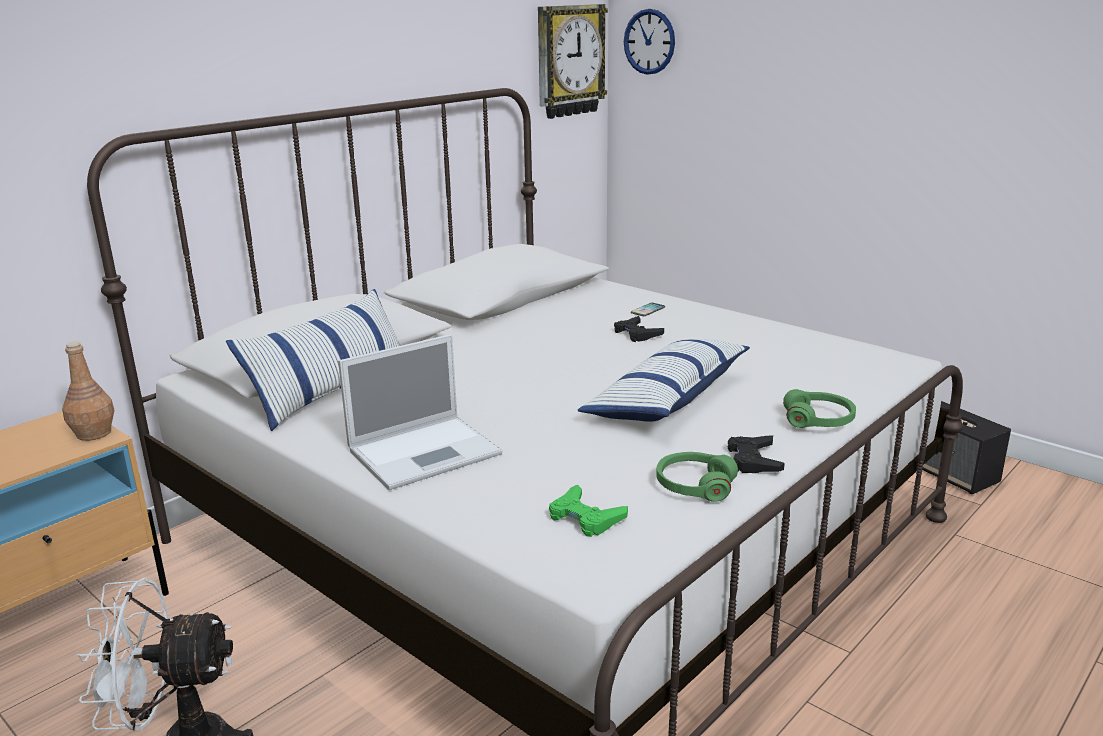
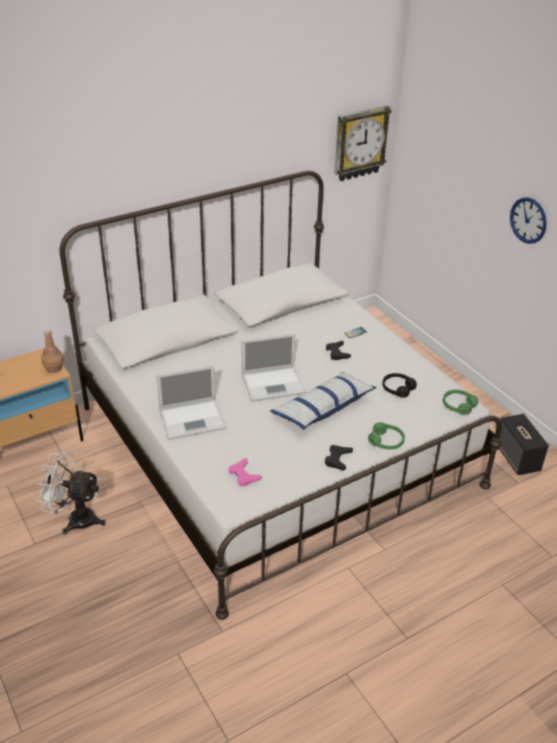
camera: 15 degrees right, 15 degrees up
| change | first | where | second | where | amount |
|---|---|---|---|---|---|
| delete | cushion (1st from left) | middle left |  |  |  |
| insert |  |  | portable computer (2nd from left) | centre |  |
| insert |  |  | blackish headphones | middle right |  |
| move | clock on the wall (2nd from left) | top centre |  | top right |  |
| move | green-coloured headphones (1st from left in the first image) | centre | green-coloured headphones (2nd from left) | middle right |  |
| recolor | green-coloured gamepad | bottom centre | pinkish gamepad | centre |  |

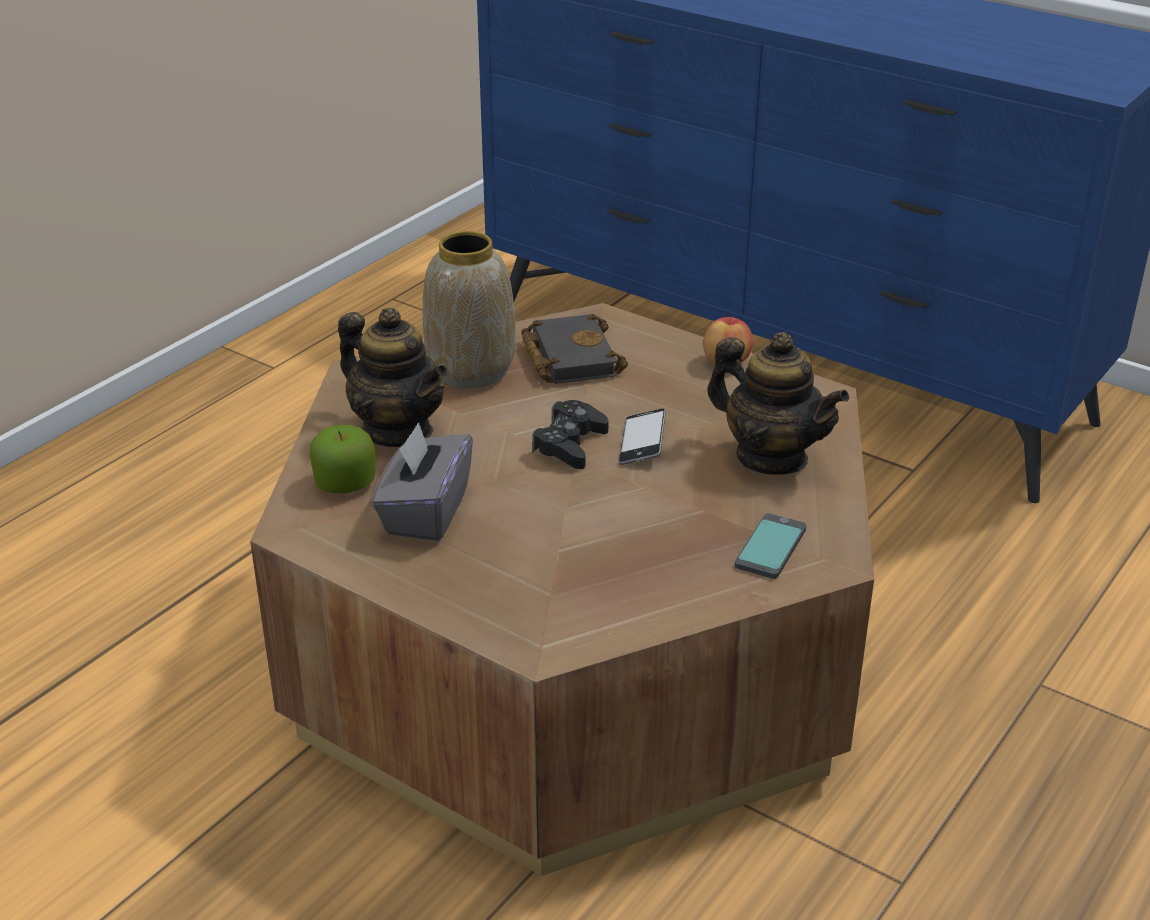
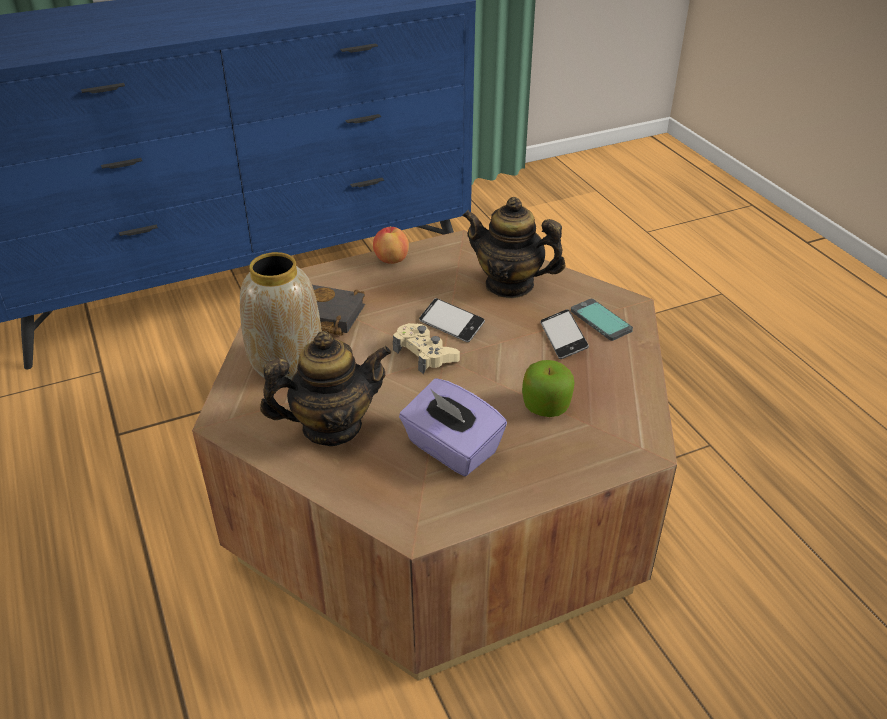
camera: 60 degrees left, 5 degrees up
| change | first | where | second | where | amount |
|---|---|---|---|---|---|
| insert |  |  | phone (2nd from left) | centre |  |
| move | apple fruit (1st from left in the first image) | middle left | apple fruit (2nd from left) | centre |  |
| recolor | grey tissue holder | centre | purple-coloured tissue holder | centre |  |
| recolor | blackish gamepad | centre | beige-coloured gamepad | centre |  |
| rotate | tea pot (2nd from left) | middle right |  | centre | 135 degrees counterclockwise |

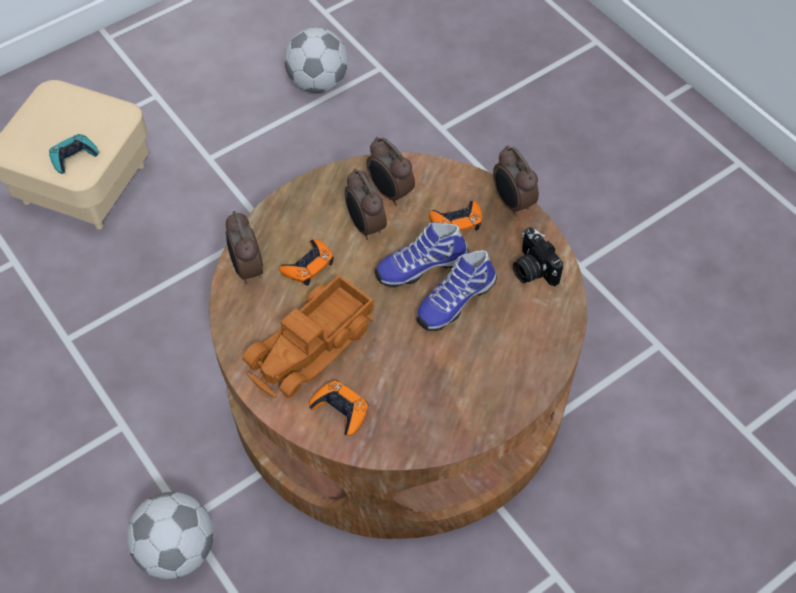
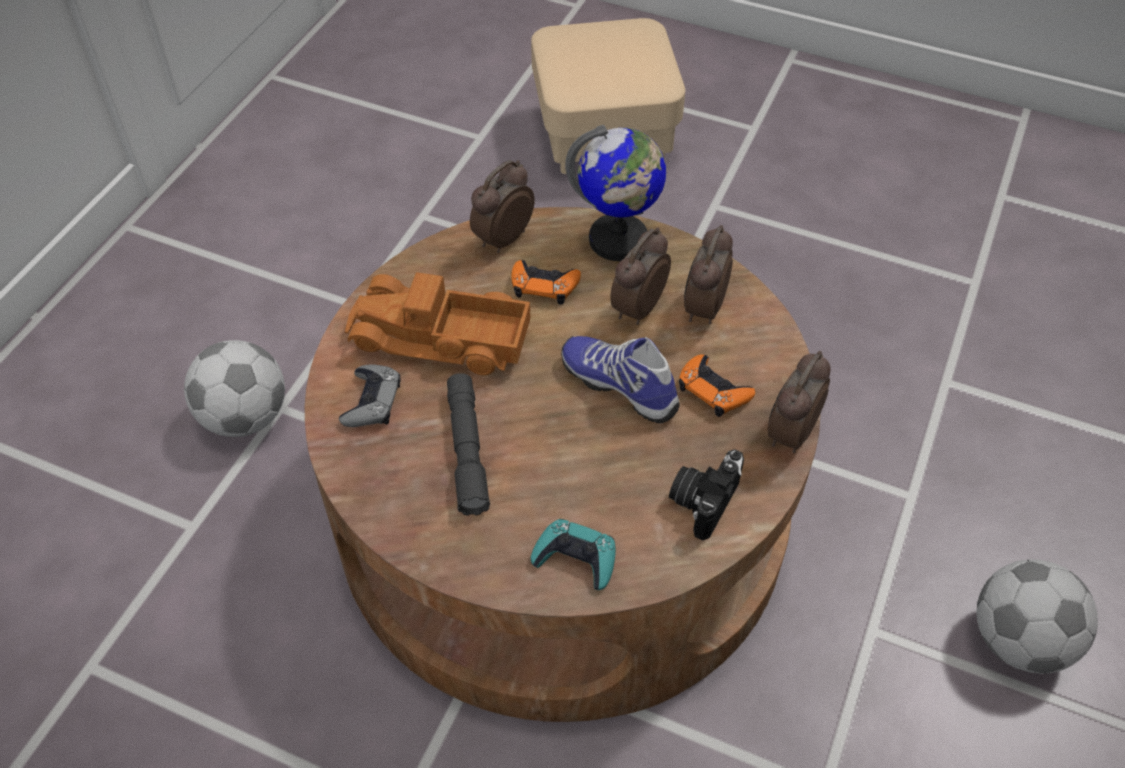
camera: 60 degrees right, 5 degrees down
| change | first | where | second | where | amount |
|---|---|---|---|---|---|
| delete | item of footwear (2nd from left) | centre |  |  |  |
| insert |  |  | grey hand torch | centre |  |
| insert |  |  | desk globe | top centre |  |
| move | turquoise-coloured gamepad | top left |  | bottom centre |  |
| move | football ball (2nd from left) | top centre |  | bottom right |  |
| recolor | orange gamepad (2nd from left) | bottom centre | grey gamepad | middle left |  |

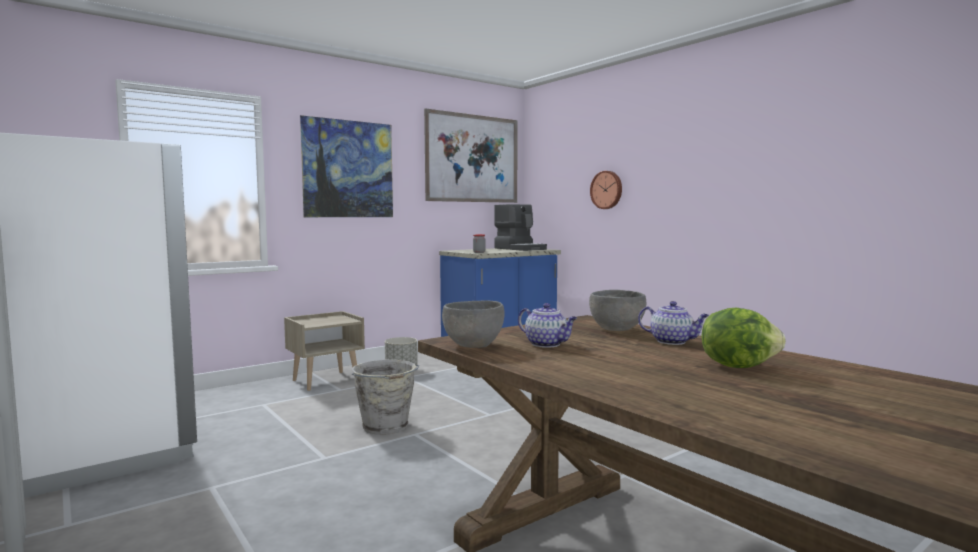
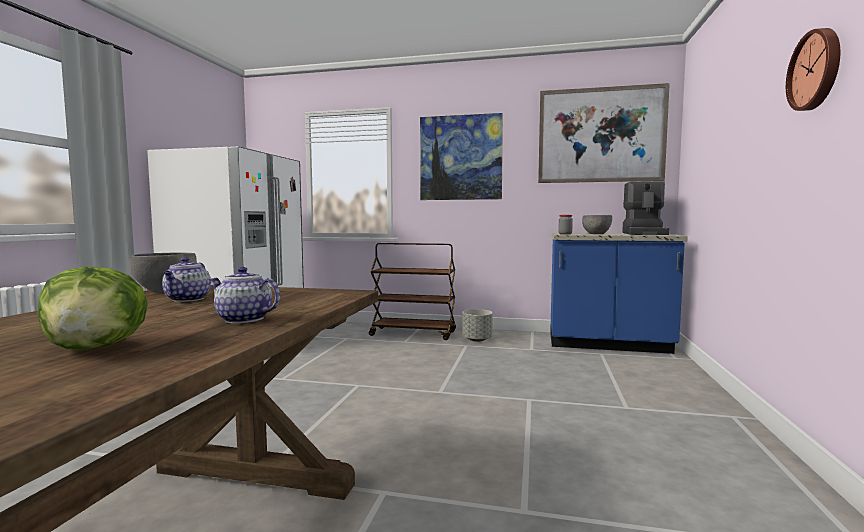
camera: 50 degrees right, 0 degrees up
| change | first | where | second | where | amount |
|---|---|---|---|---|---|
| delete | grey pail | bottom centre |  |  |  |
| move | grey deep dish (2nd from left) | centre |  | middle right |  |
| move | clock on the wall | centre |  | top right |  |
| replace | beige-coloured night table | middle left | brown-coloured cart | centre |  |
| rotate | tea pot (2nd from left) | middle right |  | middle left | 120 degrees clockwise |

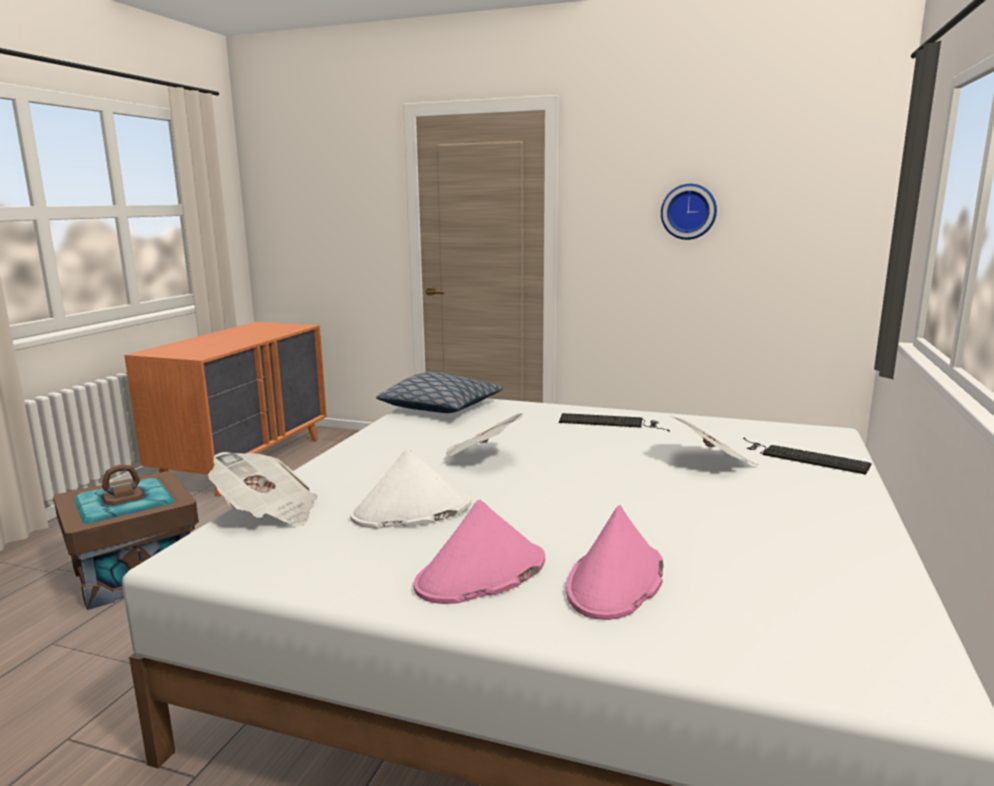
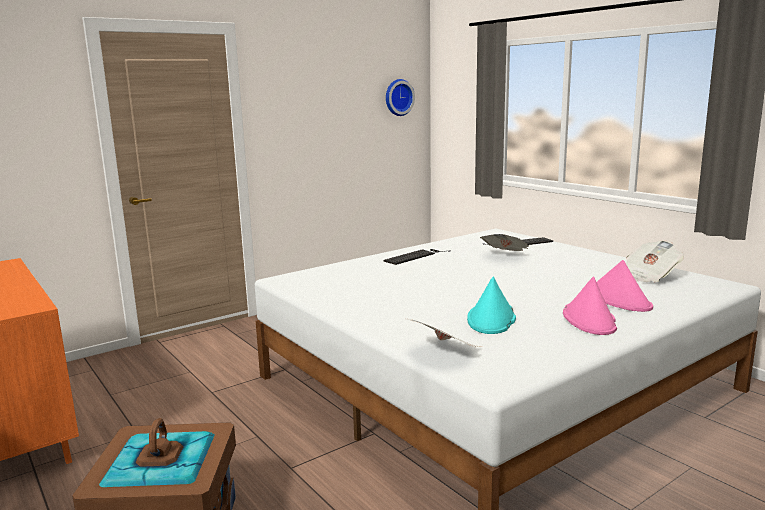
camera: 55 degrees left, 0 degrees up
| change | first | where | second | where | amount |
|---|---|---|---|---|---|
| delete | cushion | centre |  |  |  |
| move | daily paper (2nd from left in the first image) | centre | daily paper (3rd from left) | middle right |  |
| move | clock on the wall | top right |  | top centre |  |
| recolor | white-coloured hat | centre | turquoise-coloured hat | centre |  |

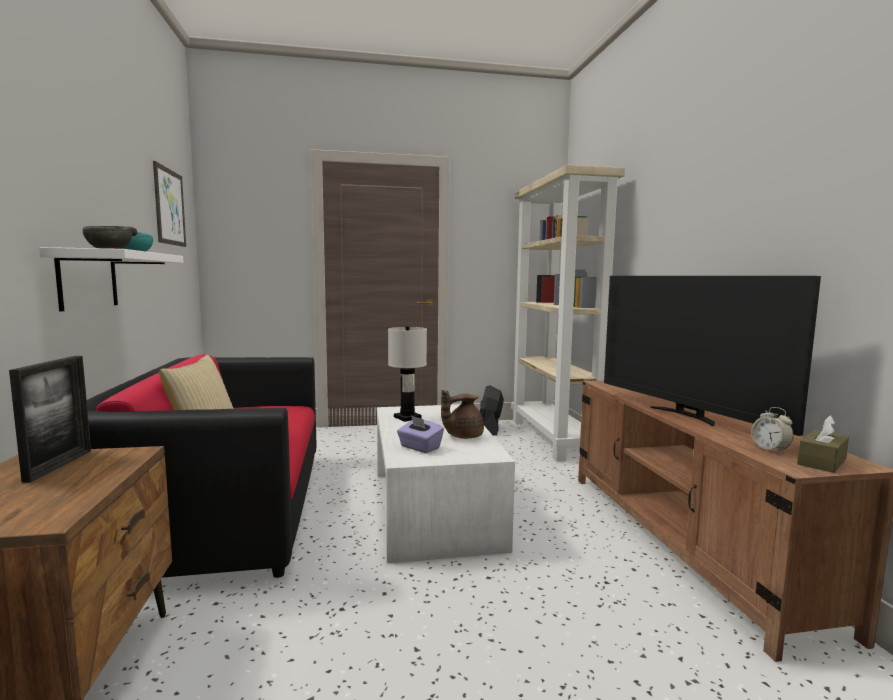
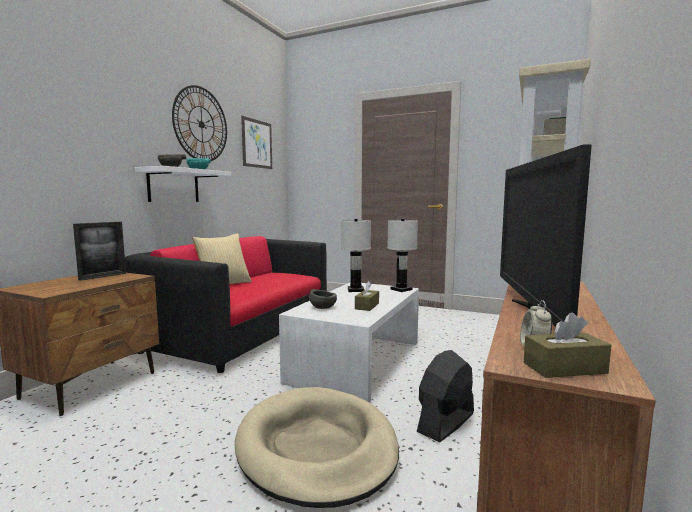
camera: 35 degrees right, 0 degrees up
| change | first | where | second | where | amount |
|---|---|---|---|---|---|
| insert |  |  | clock on the wall | top left |  |
| insert |  |  | beige-coloured dog bed | bottom centre |  |
| insert |  |  | white-coloured table lamp (2nd from left) | centre |  |
| move | blackish electric fan | centre |  | bottom centre |  |
| replace | purple-coloured tissue holder | centre | grey deep dish (2nd from left) | centre |  |
| replace | brown-coloured tea pot | centre | brown-coloured tissue holder (1st from left) | centre |  |

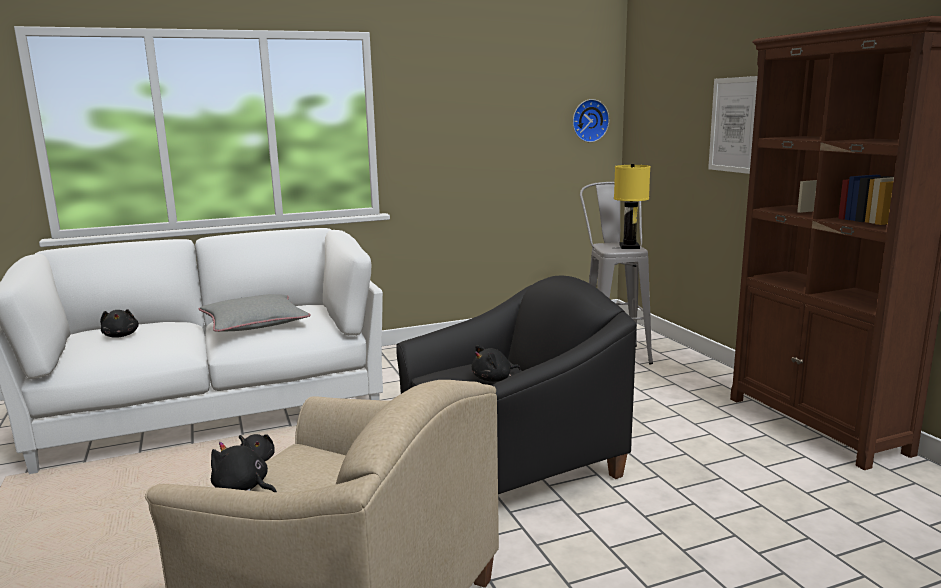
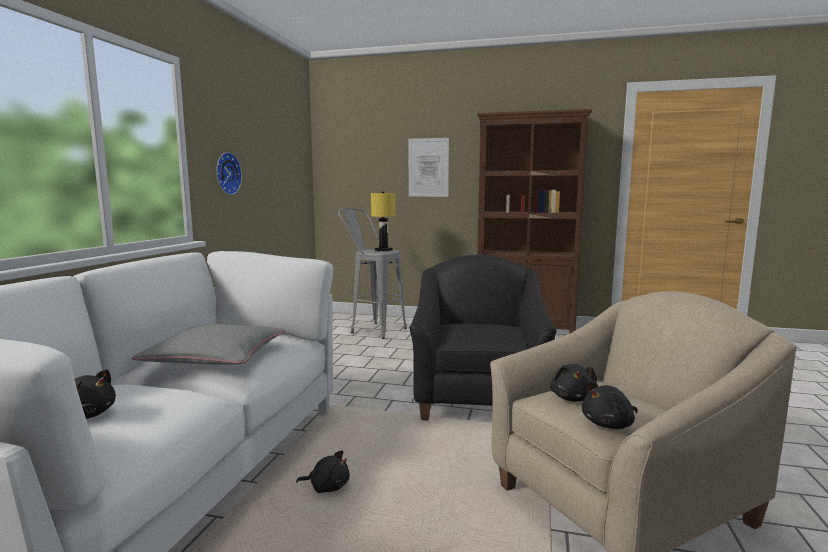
camera: 55 degrees left, 5 degrees down
| change | first | where | second | where | amount |
|---|---|---|---|---|---|
| move | blackish cuddly toy (4th from left in the first image) | centre | blackish cuddly toy (3rd from left) | bottom right |  |
| move | clock on the wall | top centre |  | top left |  |

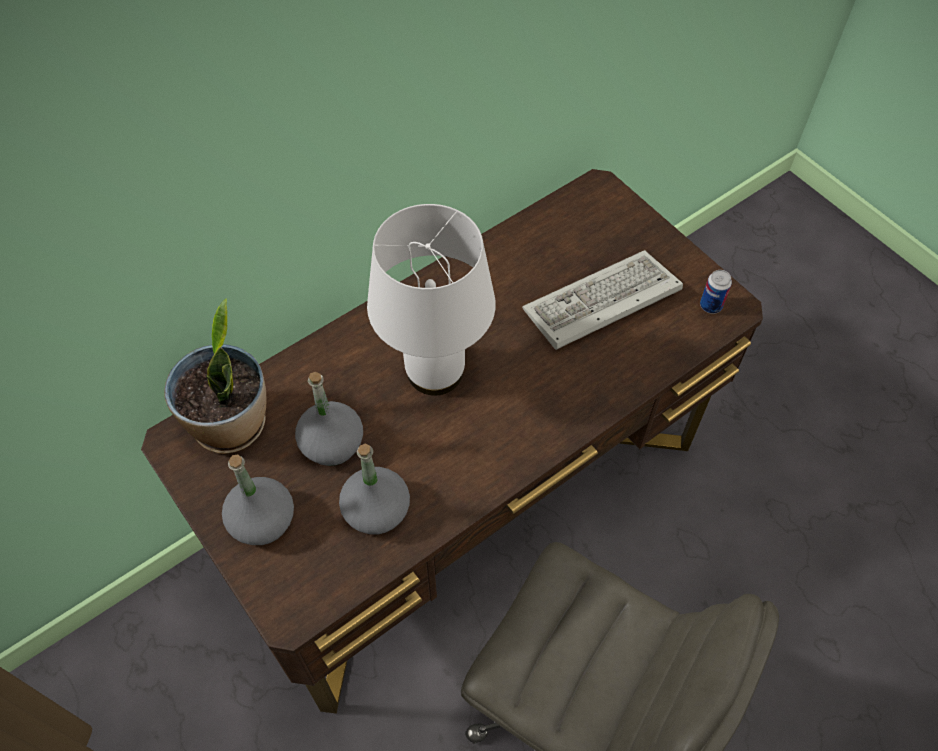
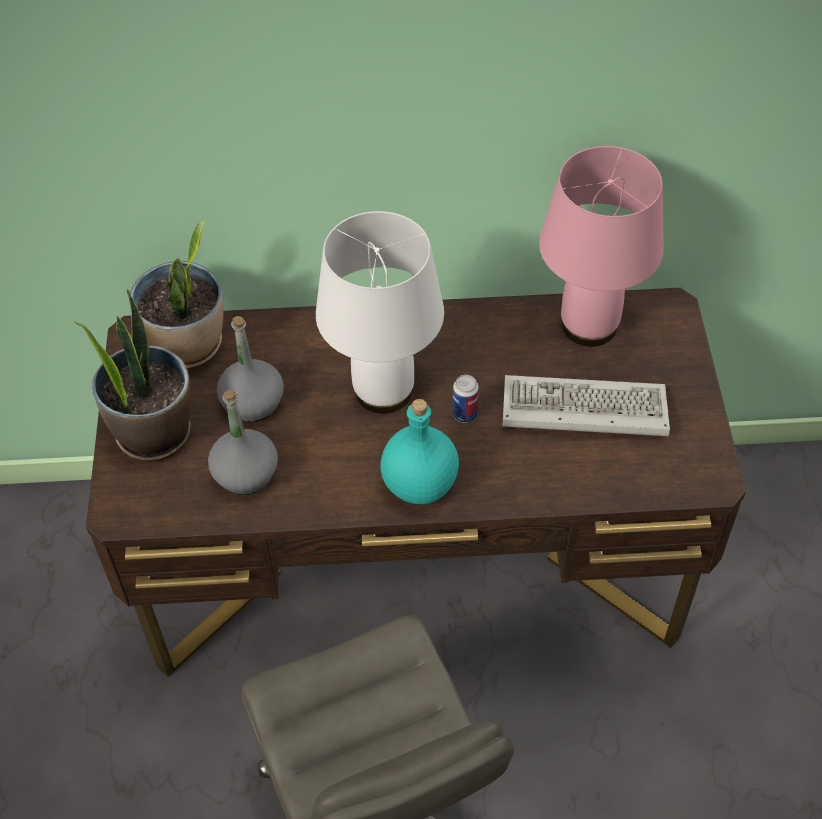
camera: 35 degrees right, 5 degrees down
| change | first | where | second | where | amount |
|---|---|---|---|---|---|
| insert |  |  | turquoise-coloured drink bottle | centre |  |
| insert |  |  | pinkish table lamp | top right |  |
| move | can | middle right |  | centre |  |
| replace | grey drink bottle (1st from left) | middle left | plant in a pot (1st from left) | middle left |  |

